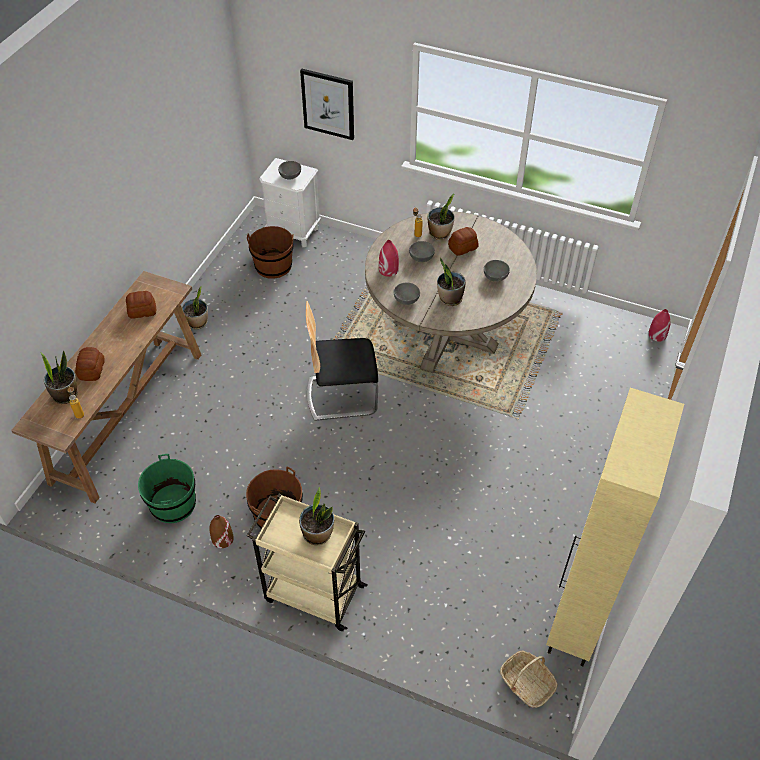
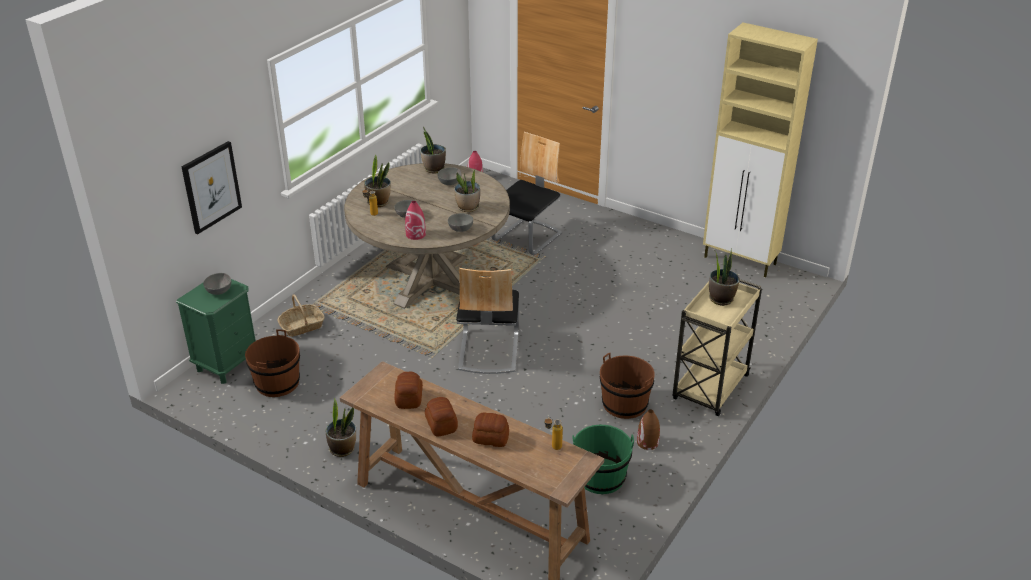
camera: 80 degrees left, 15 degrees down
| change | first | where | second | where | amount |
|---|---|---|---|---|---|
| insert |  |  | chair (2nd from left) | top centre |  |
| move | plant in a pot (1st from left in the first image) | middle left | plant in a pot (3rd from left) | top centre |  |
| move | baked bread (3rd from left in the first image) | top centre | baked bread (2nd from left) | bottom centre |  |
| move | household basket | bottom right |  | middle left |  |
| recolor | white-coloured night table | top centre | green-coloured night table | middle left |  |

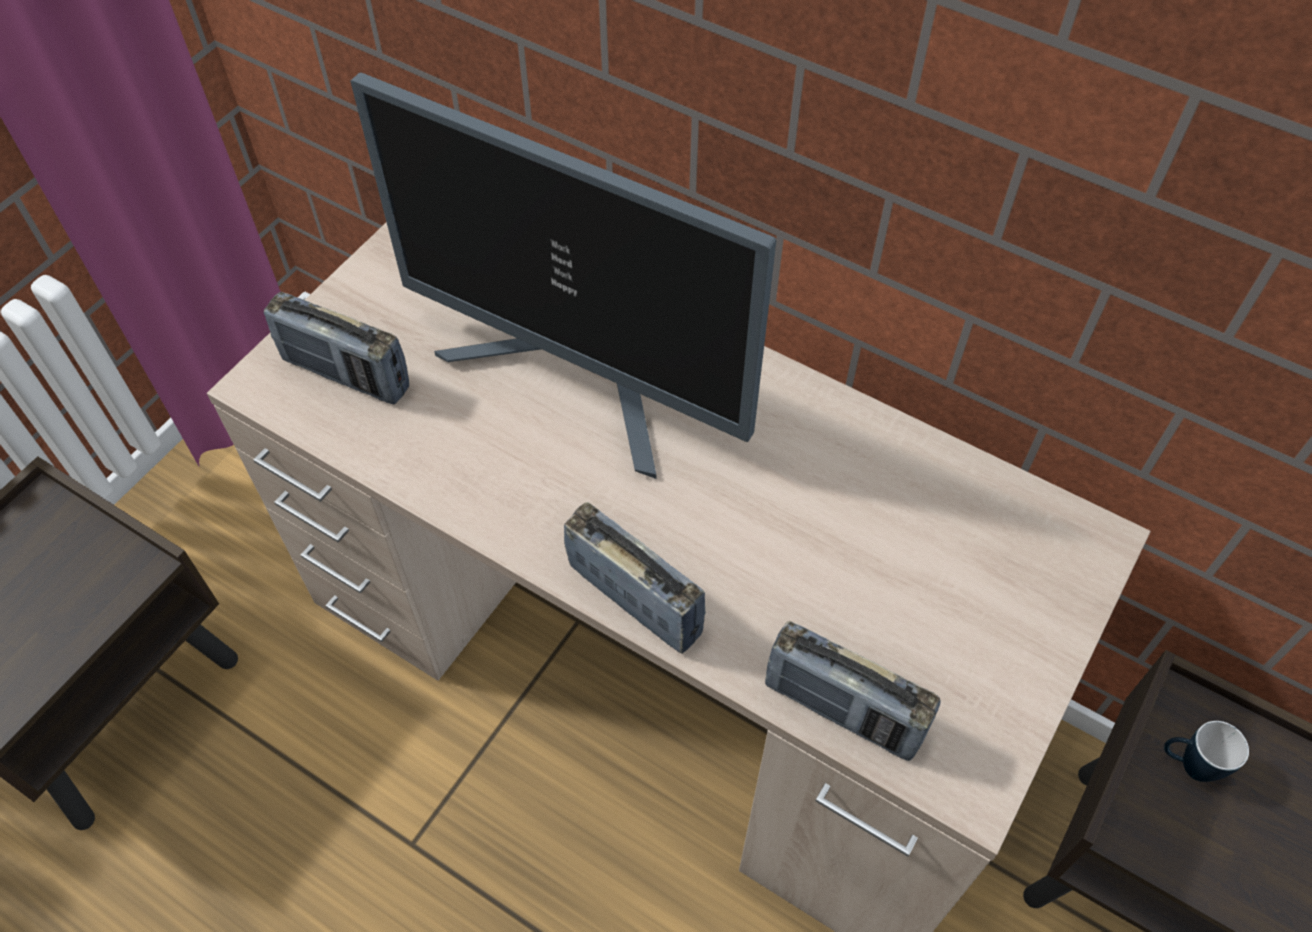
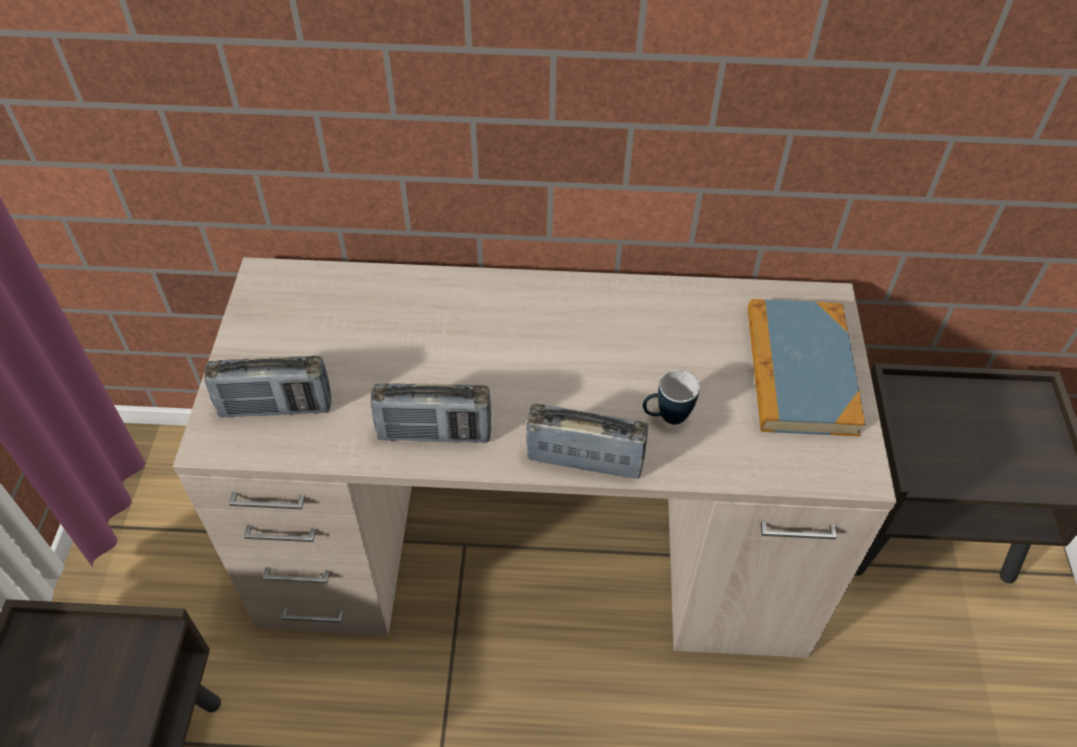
camera: 30 degrees left, 5 degrees down
| change | first | where | second | where | amount |
|---|---|---|---|---|---|
| delete | monitor | top centre |  |  |  |
| insert |  |  | volume | middle right |  |
| move | radio set (3rd from left in the first image) | bottom centre | radio set (2nd from left) | centre |  |
| move | mug | bottom right |  | centre |  |

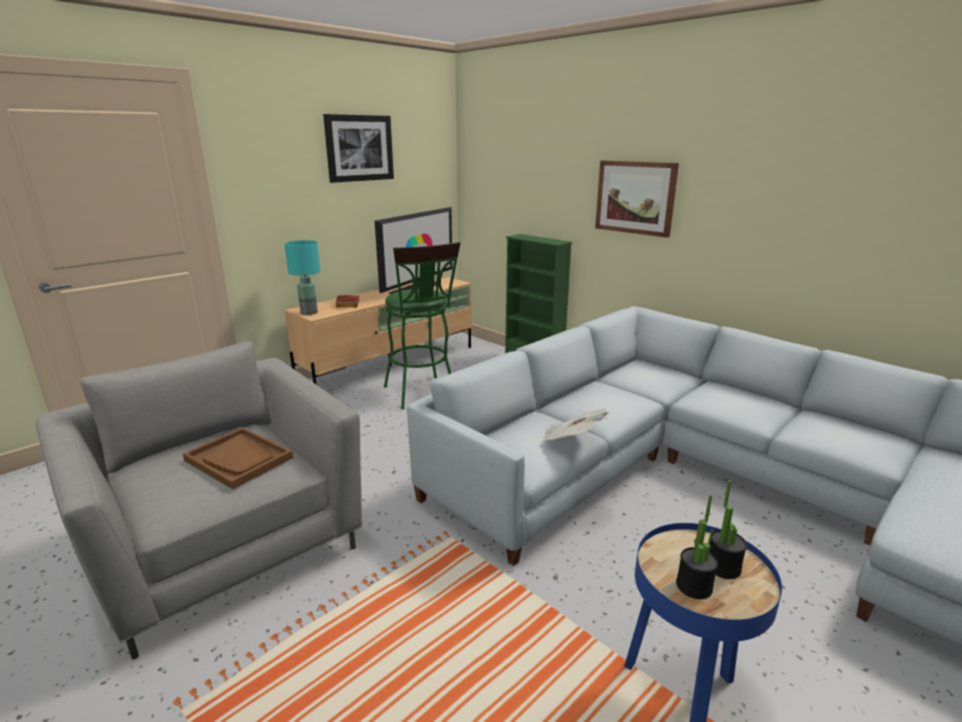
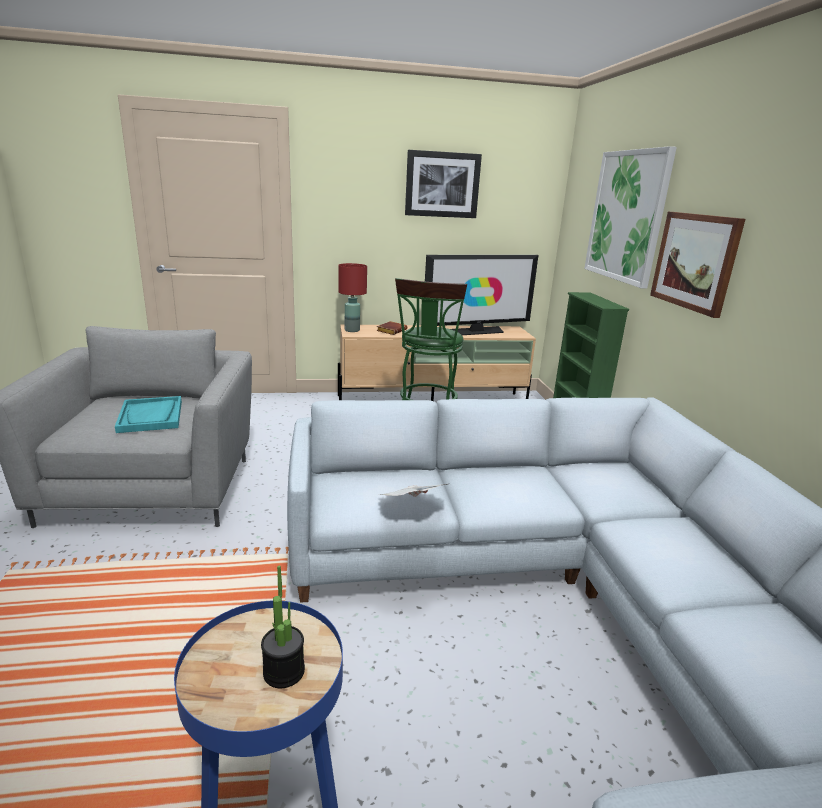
camera: 35 degrees right, 0 degrees up
| change | first | where | second | where | amount |
|---|---|---|---|---|---|
| delete | plant in a pot (1st from left) | bottom right |  |  |  |
| insert |  |  | wall picture (2nd from left) | top right |  |
| recolor | brown-coloured serving tray | middle left | turquoise-coloured serving tray | middle left |  |
| recolor | turquoise-coloured table lamp | middle left | red-coloured table lamp | centre |  |

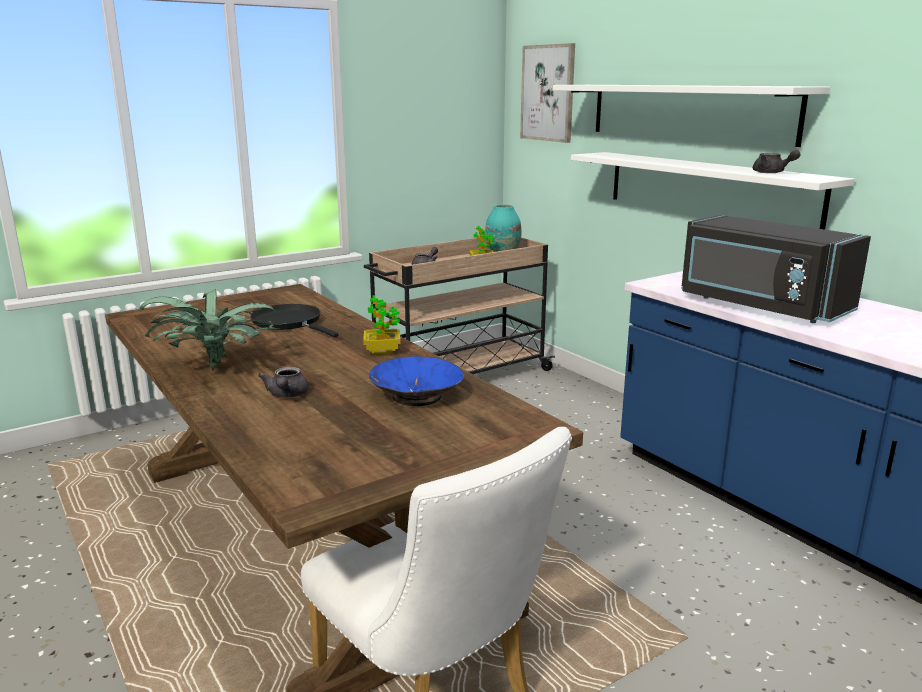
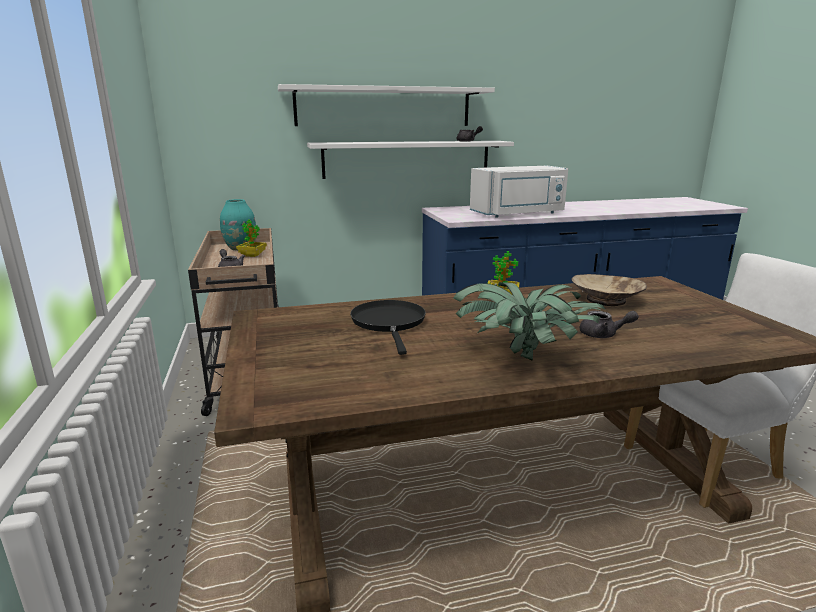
camera: 70 degrees left, 0 degrees up
| change | first | where | second | where | amount |
|---|---|---|---|---|---|
| delete | wall picture | top centre |  |  |  |
| recolor | bluish deep dish | centre | beige-coloured deep dish | middle right |  |
| recolor | blackish microwave | middle right | white-coloured microwave | top centre |  |
| rotate | blackish skillet | middle left |  | centre | 105 degrees clockwise |

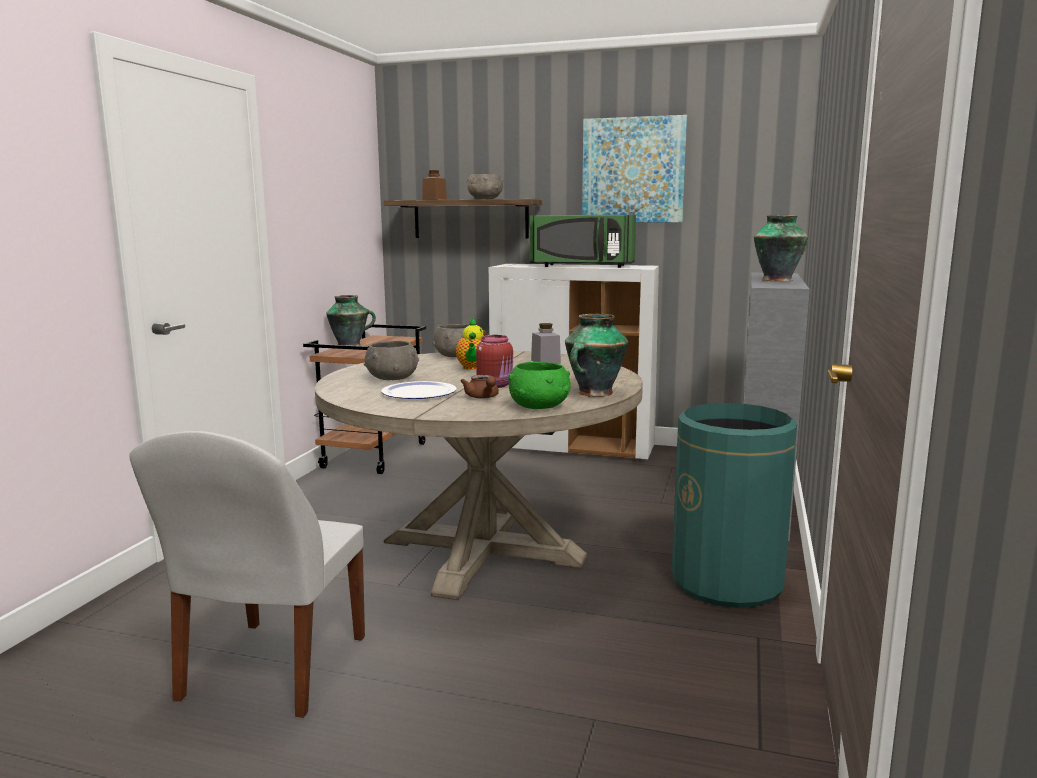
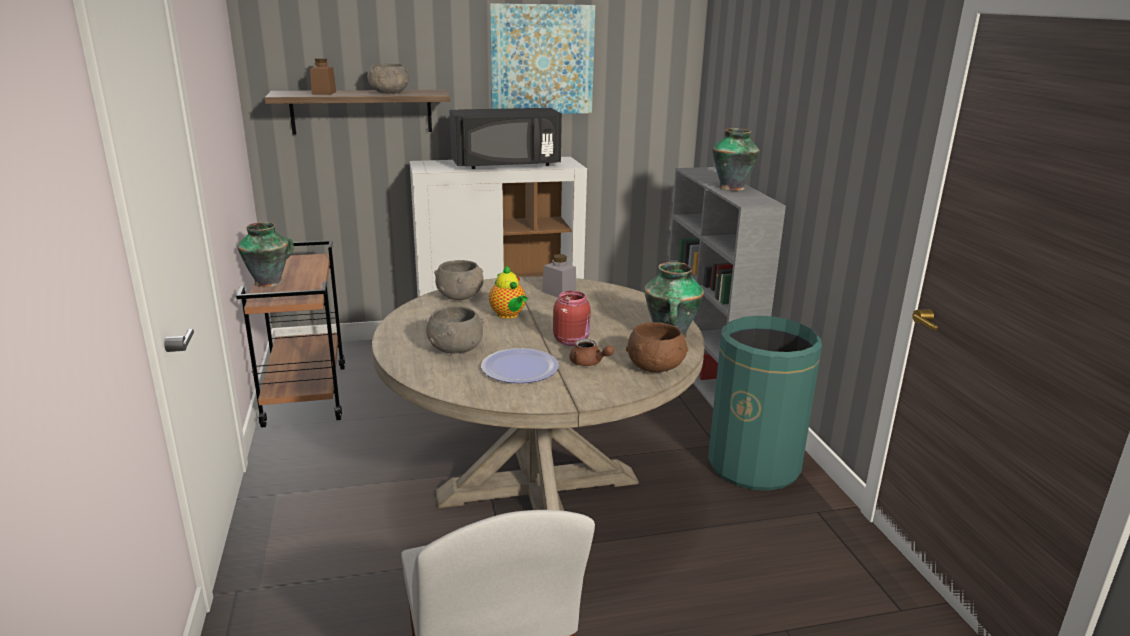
camera: 30 degrees left, 10 degrees up
| change | first | where | second | where | amount |
|---|---|---|---|---|---|
| recolor | green-coloured deep dish | centre | brown-coloured deep dish | centre |  |
| recolor | green-coloured microwave | top centre | blackish microwave | top centre |  |

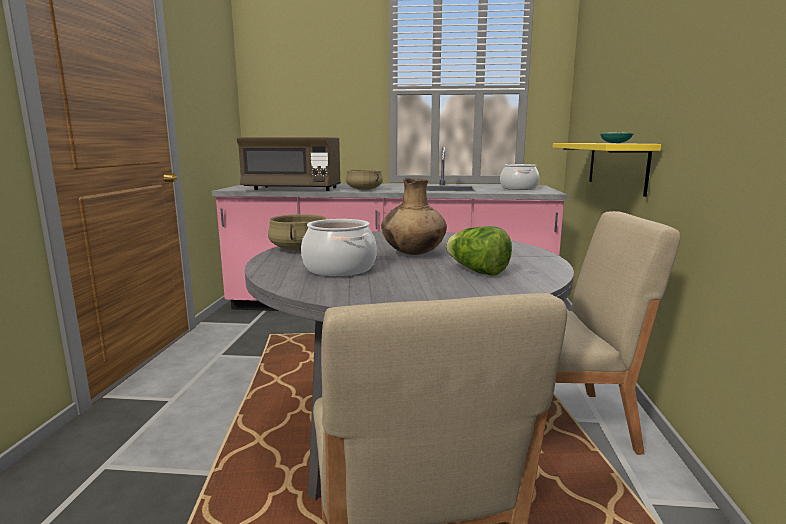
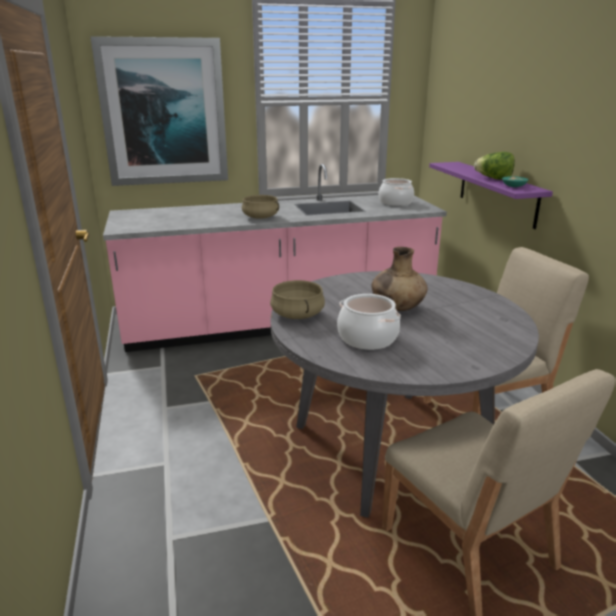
camera: 20 degrees left, 10 degrees up
| change | first | where | second | where | amount |
|---|---|---|---|---|---|
| delete | brown-coloured microwave | top centre |  |  |  |
| insert |  |  | wall picture | top left |  |
| move | head of lettuce | centre |  | top right |  |
| recolor | yellow shelf | top right | purple-coloured shelf | top right |  |

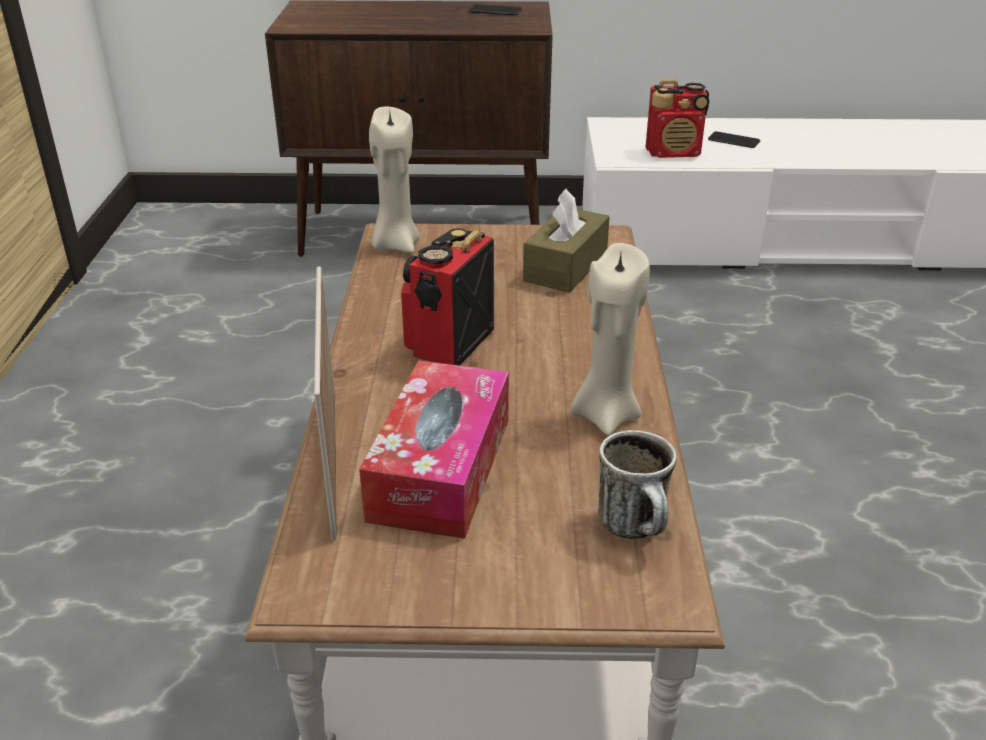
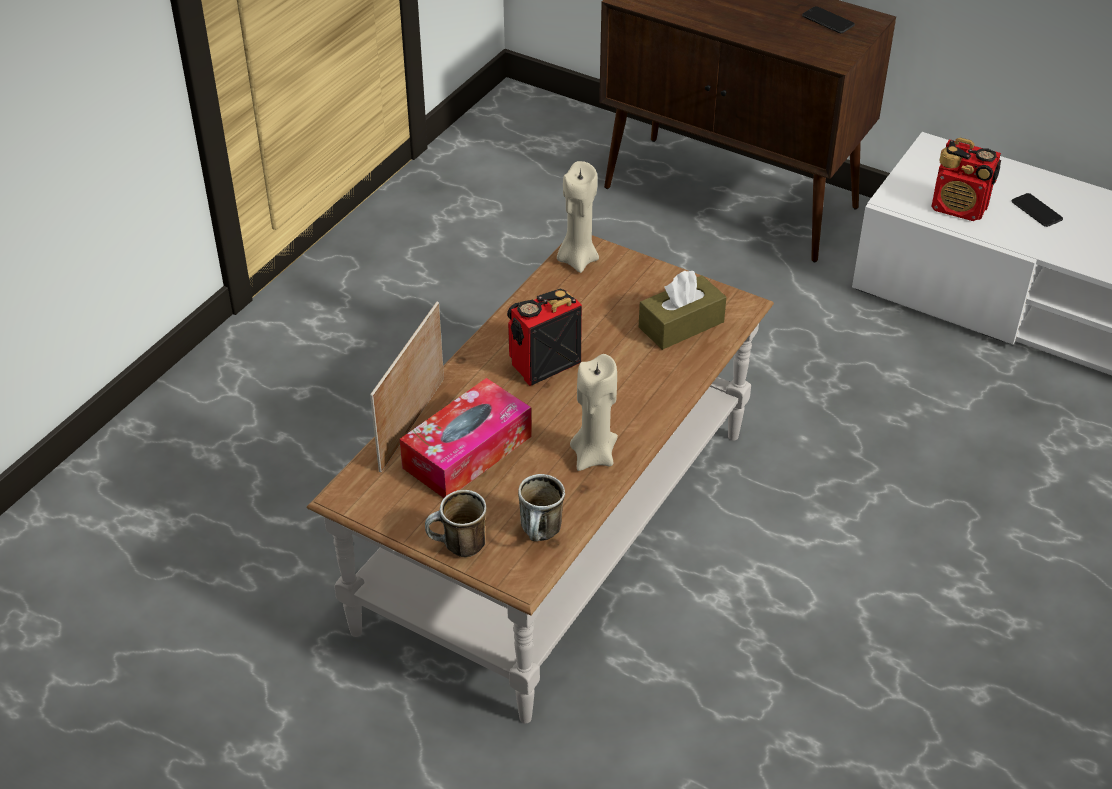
camera: 30 degrees right, 10 degrees up
| change | first | where | second | where | amount |
|---|---|---|---|---|---|
| insert |  |  | mug (1st from left) | centre |  |

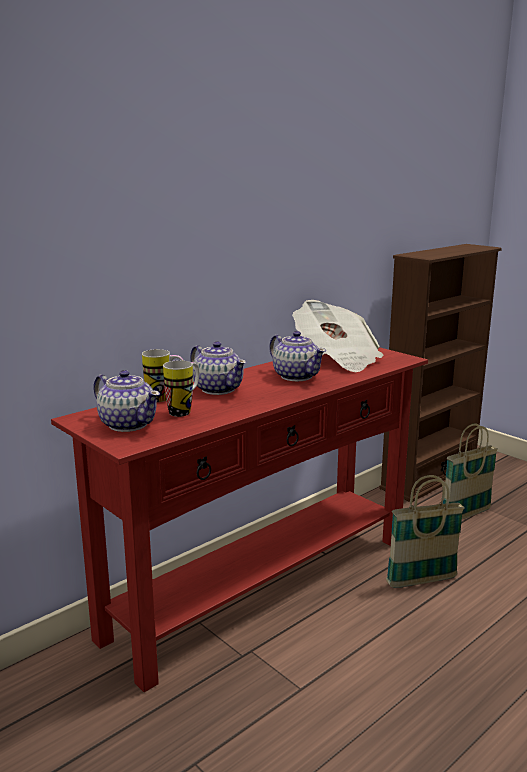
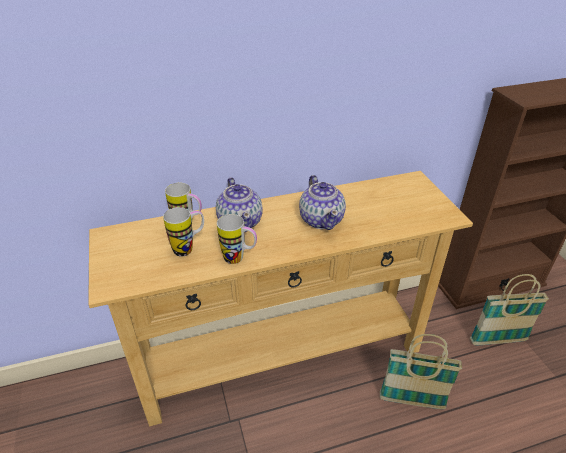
camera: 25 degrees right, 20 degrees up
| change | first | where | second | where | amount |
|---|---|---|---|---|---|
| delete | tea pot (1st from left) | middle left |  |  |  |
| delete | daily paper | centre |  |  |  |
| insert |  |  | mug (3rd from left) | centre |  |
| recolor | red-coloured narrow table | bottom centre | beige-coloured narrow table | centre |  |

